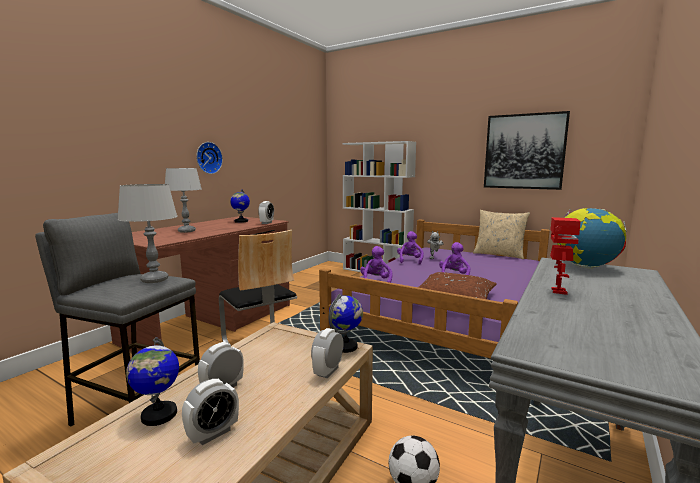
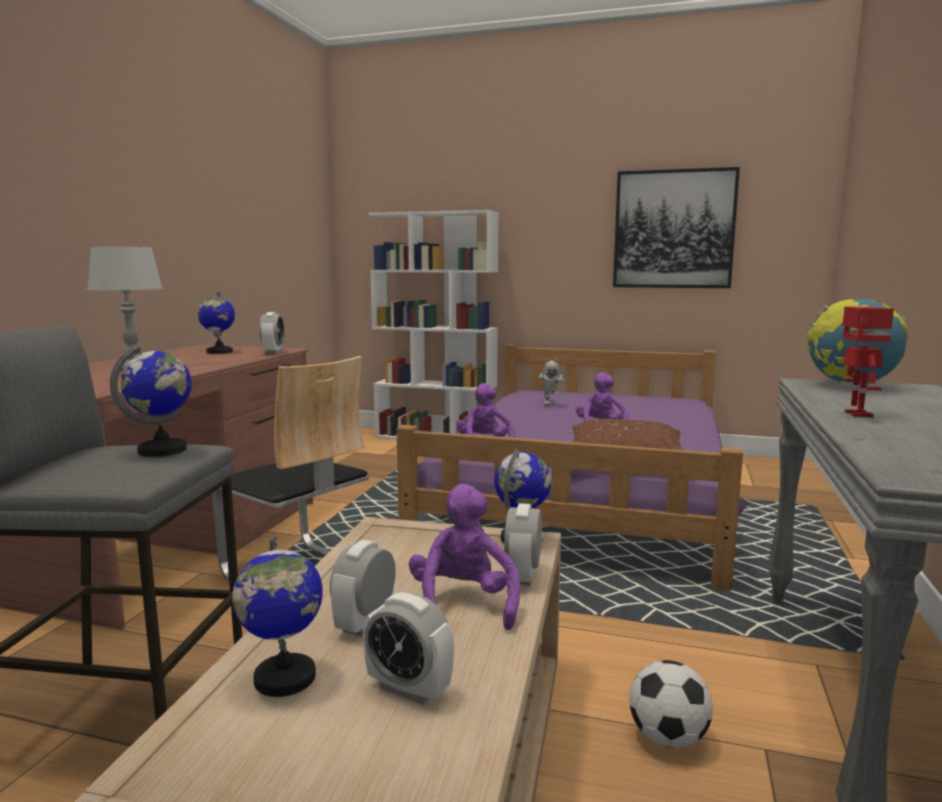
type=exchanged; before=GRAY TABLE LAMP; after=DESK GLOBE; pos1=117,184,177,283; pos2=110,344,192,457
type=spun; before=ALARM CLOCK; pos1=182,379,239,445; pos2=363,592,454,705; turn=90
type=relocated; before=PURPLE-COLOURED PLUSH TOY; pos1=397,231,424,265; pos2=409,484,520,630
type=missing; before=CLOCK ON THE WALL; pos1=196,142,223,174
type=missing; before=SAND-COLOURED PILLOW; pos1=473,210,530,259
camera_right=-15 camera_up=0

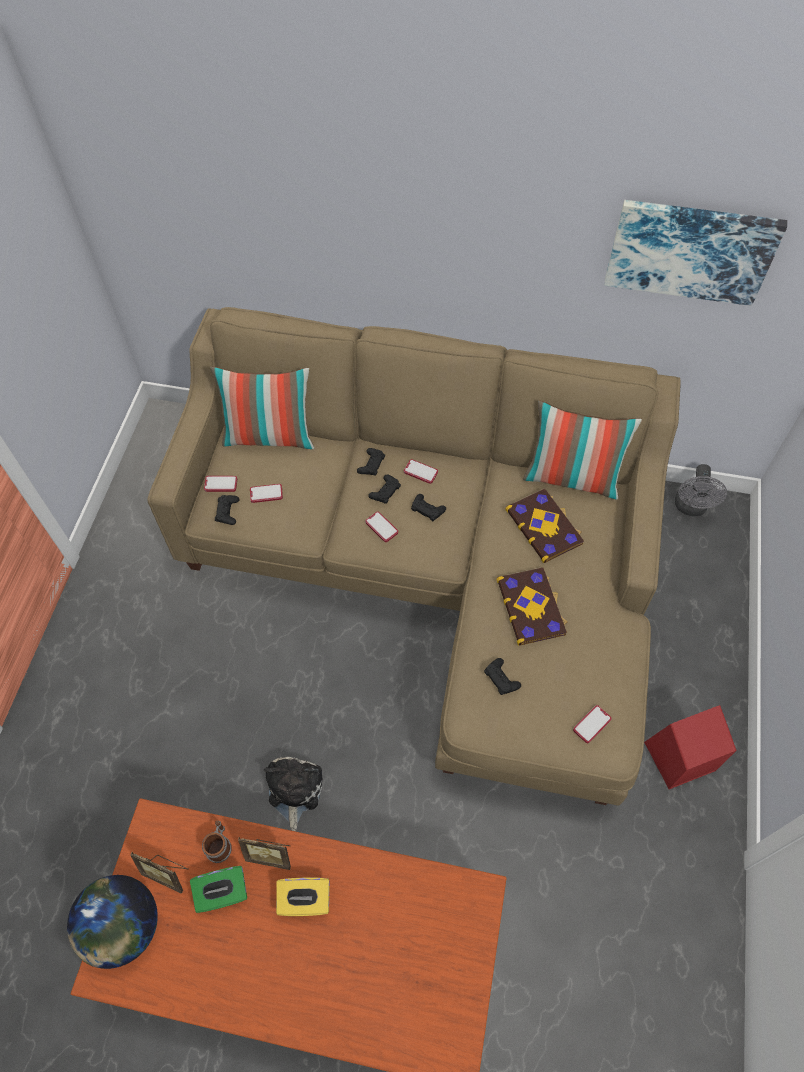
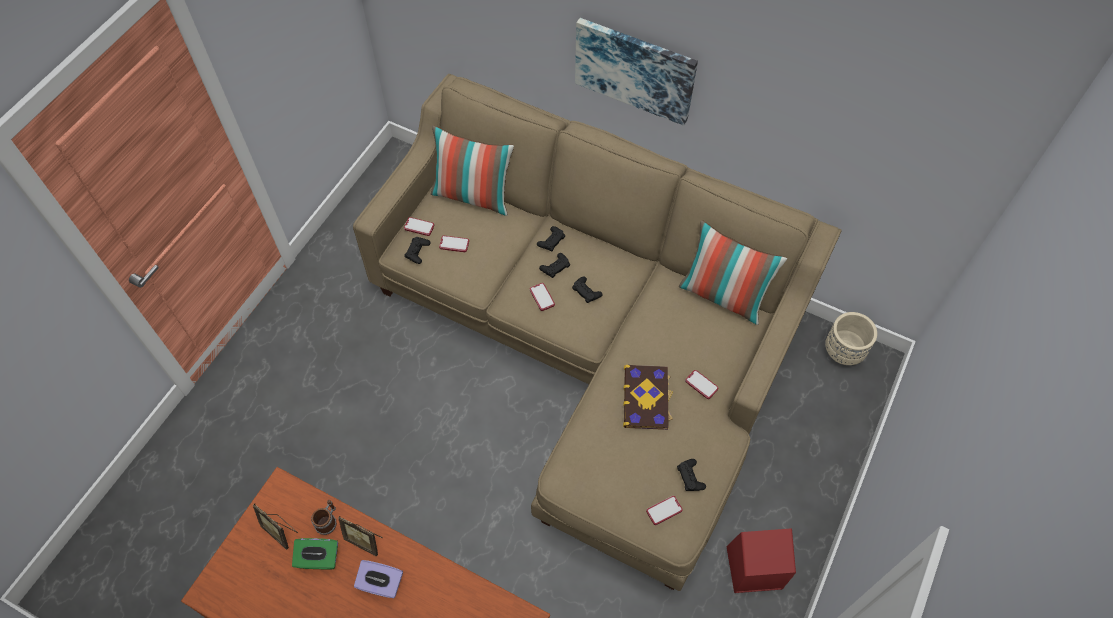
type=colour; before=YELLOW TISSUE HOLDER; after=PURPLE-COLOURED TISSUE HOLDER; pos1=276,878,330,916; pos2=354,560,403,598
type=relocated; before=PICTURE; pos1=604,200,787,306; pos2=575,18,698,126
type=relocated; before=BLACK-COLOURED GAME CONTROLLER; pos1=484,658,521,695; pos2=677,459,706,491
type=relocated; before=PHONE; pos1=404,459,438,484; pos2=685,370,718,399
type=exchanged; before=GRAY COOLING FAN; after=SAND-COLOURED PLANTER; pos1=675,464,727,516; pos2=825,312,877,365
type=missing; before=DESK GLOBE; pos1=67,875,158,969
type=missing; before=PLUSH TOY; pos1=264,757,323,831
type=missing; before=BOOK; pos1=505,488,584,563
camera_right=15 camera_up=0

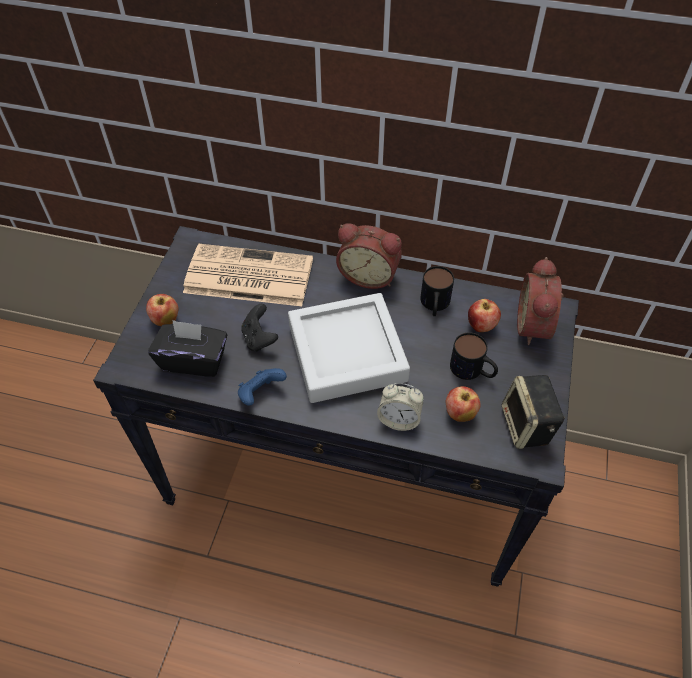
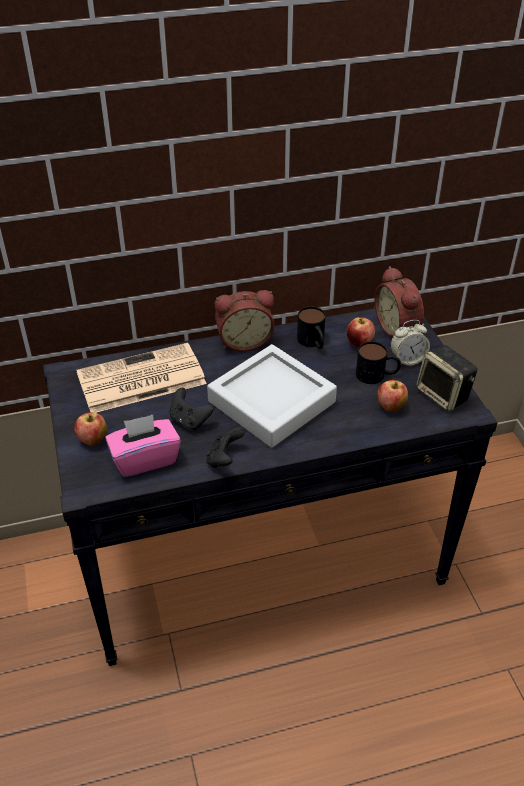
type=colour; before=BLACK-COLOURED TISSUE HOLDER; after=PINK TISSUE HOLDER; pos1=148,320,227,377; pos2=105,415,181,477
type=colour; before=BLUE GAME CONTROLLER; after=BLACK-COLOURED GAME CONTROLLER; pos1=238,368,287,406; pos2=206,427,245,468
type=relocated; before=ALARM CLOCK; pos1=377,383,424,431; pos2=390,320,430,366
camera_right=-30 camera_up=-10

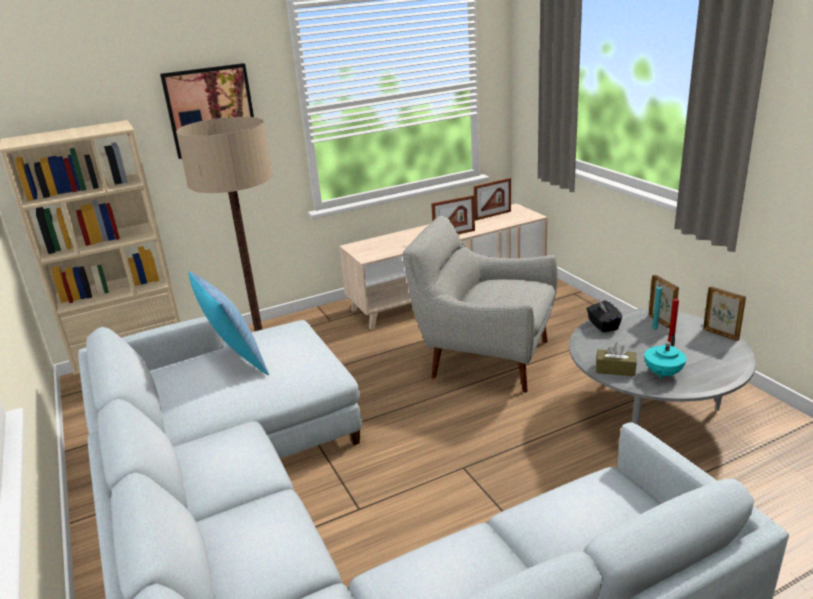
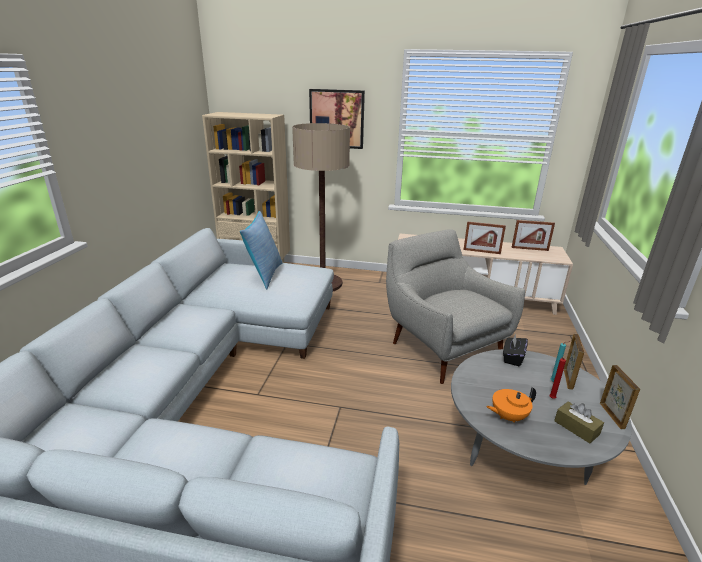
type=colour; before=TURQUOISE POT FOR TEA; after=ORANGE-COLOURED POT FOR TEA; pos1=644,335,686,379; pos2=486,387,536,423
type=relocated; before=BROWNISH TISSUE HOLDER; pos1=596,343,637,376; pos2=554,402,604,443
camera_right=35 camera_up=0

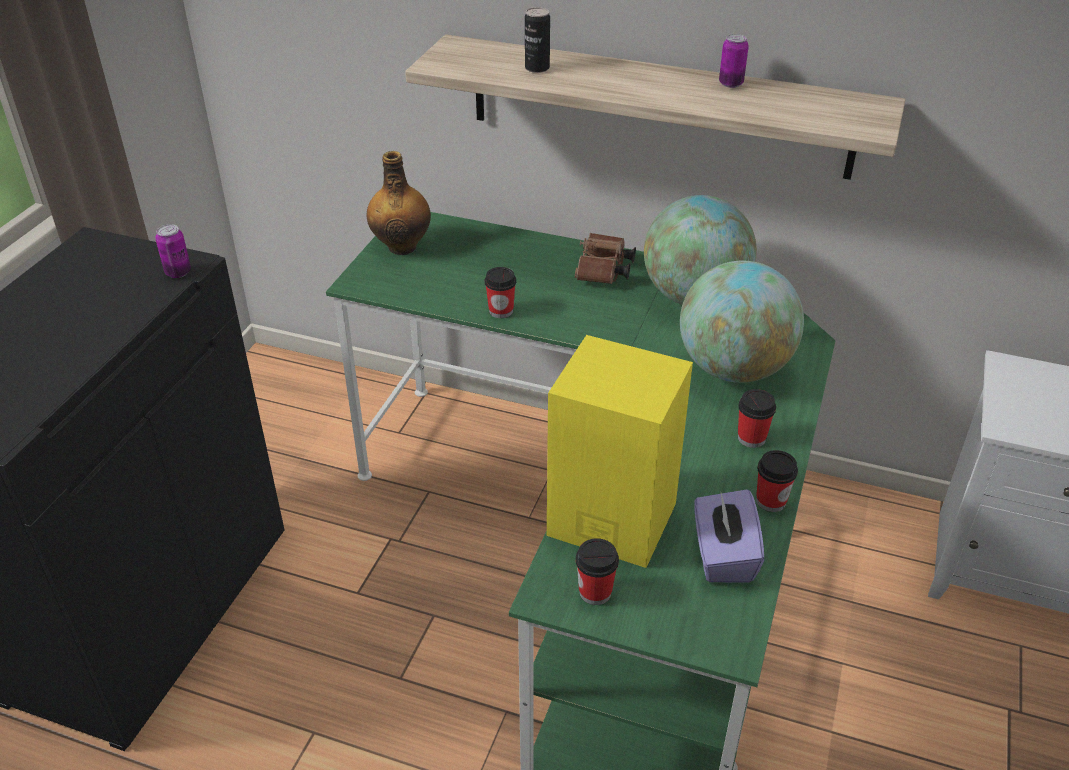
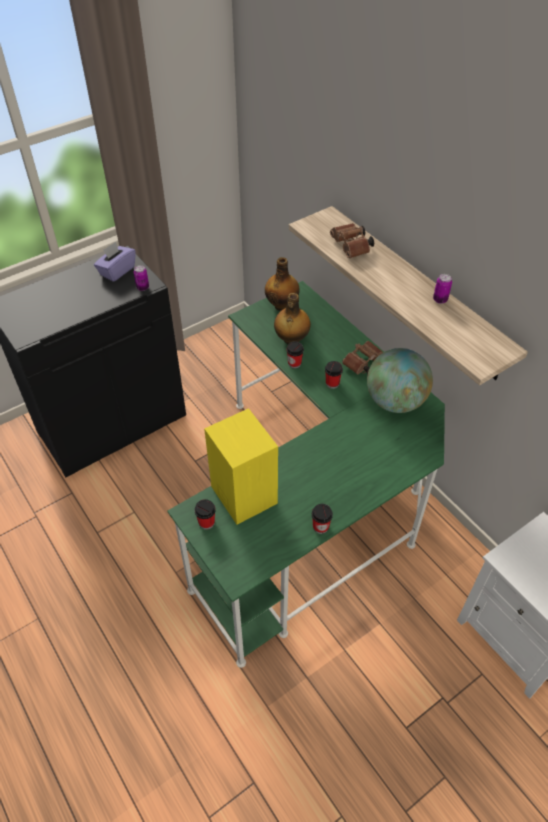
type=relocated; before=PURPLE-COLOURED TISSUE HOLDER; pos1=694,489,764,583; pos2=94,242,136,282
type=appeared; after=BOTTLE; pos2=274,293,311,344
type=relocated; before=DRINKING CUP; pos1=738,389,776,448; pos2=325,361,343,389
type=exchanged; before=CAN; after=BROWNISH FIELD GLASSES; pos1=525,7,550,73; pos2=330,223,374,258
type=missing; before=DESK GLOBE; pos1=680,261,804,383
camera_right=35 camera_up=10

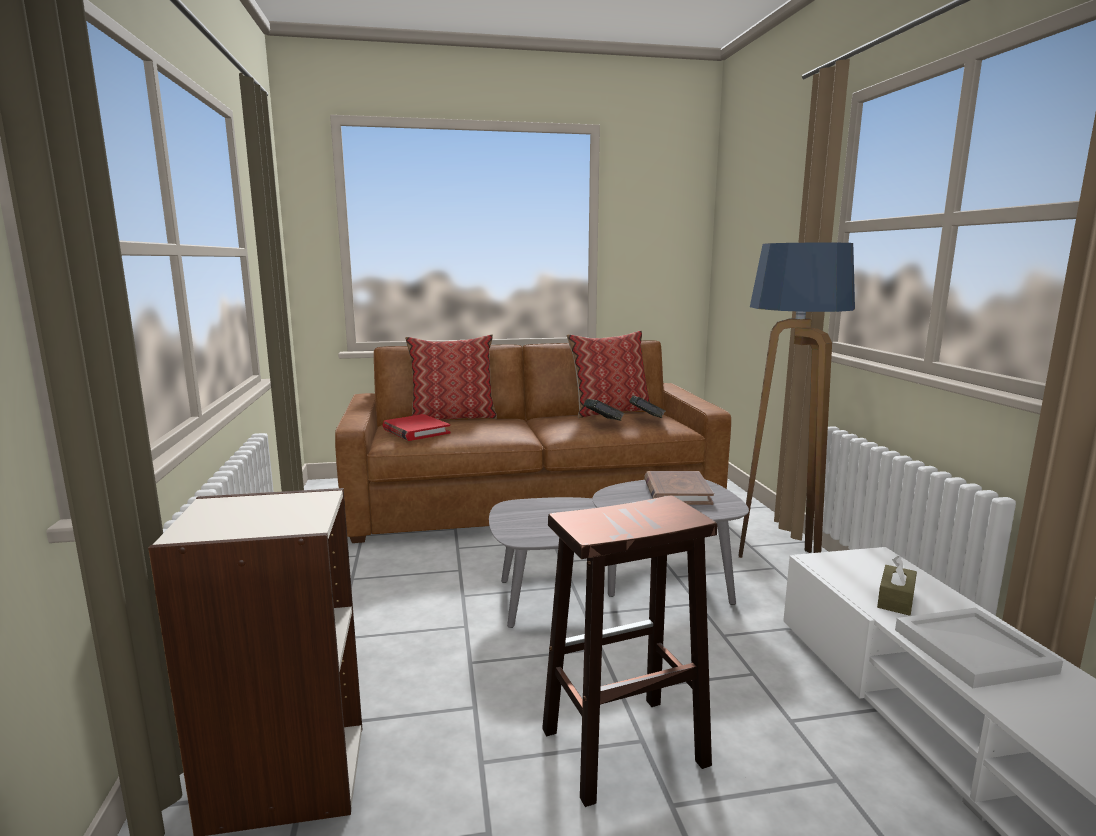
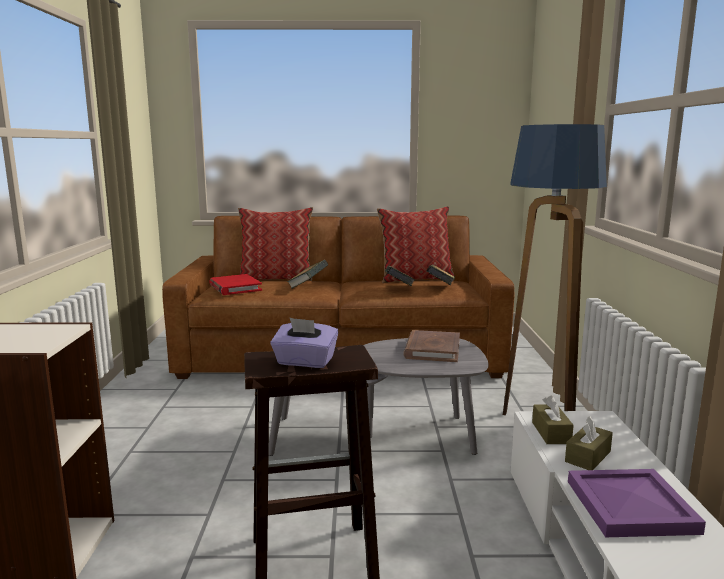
type=appeared; after=PURPLE-COLOURED TISSUE HOLDER; pos2=270,318,339,368
type=appeared; after=BOOK; pos2=287,260,328,289
type=appeared; after=BROWNISH TISSUE HOLDER; pos2=532,395,574,444
type=colour; before=WHITISH CARRYING TRAY; after=PURPLE-COLOURED CARRYING TRAY; pos1=895,608,1063,688; pos2=568,469,706,537
camera_right=10 camera_up=0

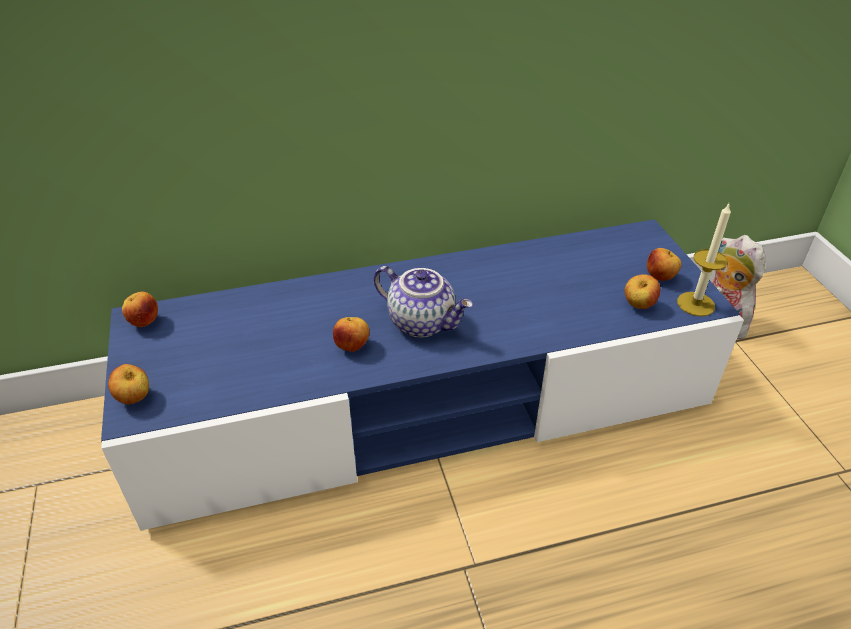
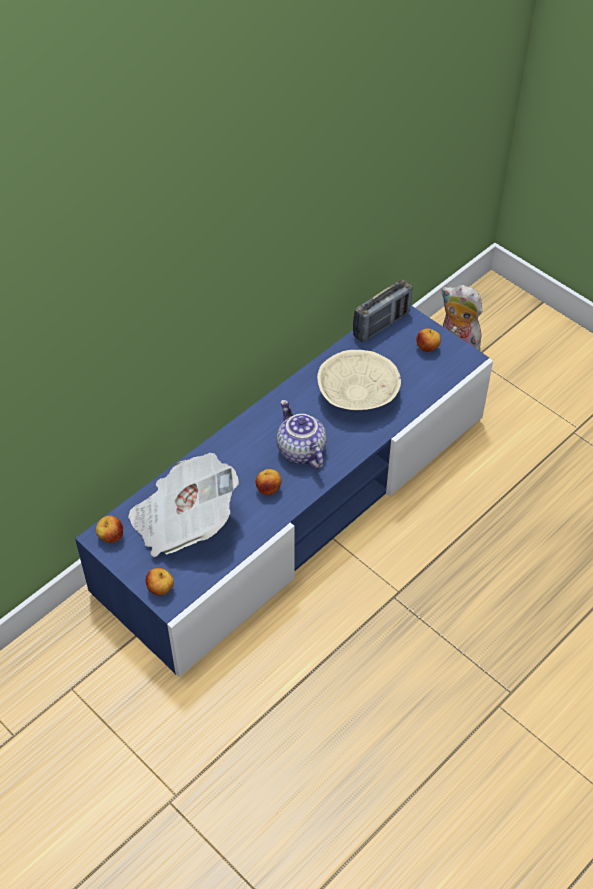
type=appeared; after=DAILY PAPER; pos2=128,453,239,557
type=spun; before=POT FOR TEA; pos1=373,266,473,337; pos2=277,400,327,469; turn=-120
type=appeared; after=SAND-COLOURED SERVING BOWL; pos2=317,350,401,410
type=appeared; after=RADIO; pos2=353,279,412,343
type=missing; before=APPLE; pos1=624,274,660,309
type=missing; before=CANDLE; pos1=677,204,731,316
camera_right=-30 camera_up=10

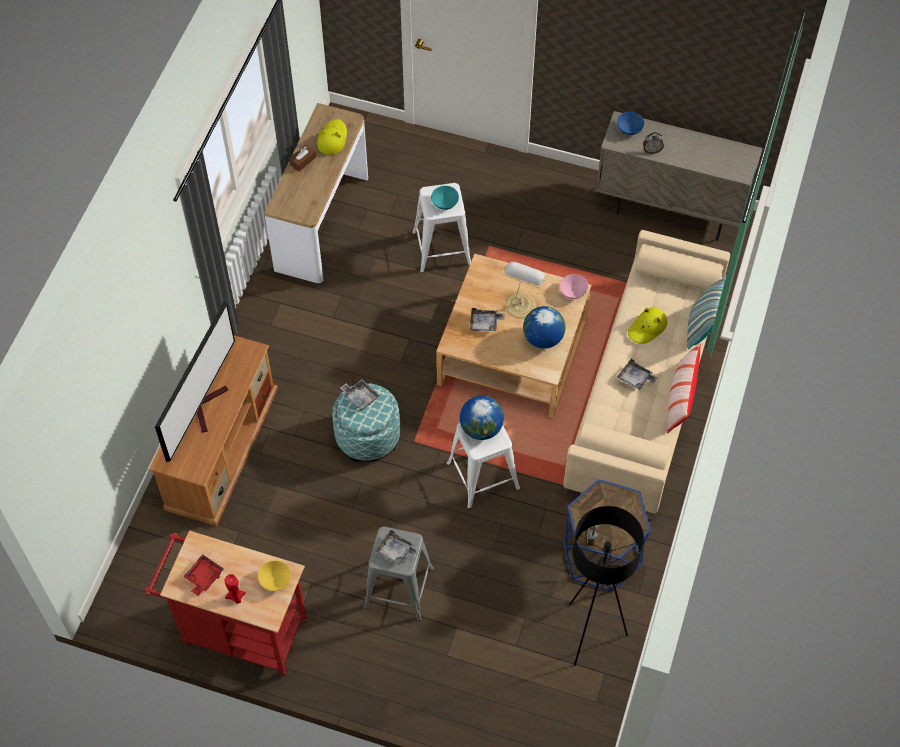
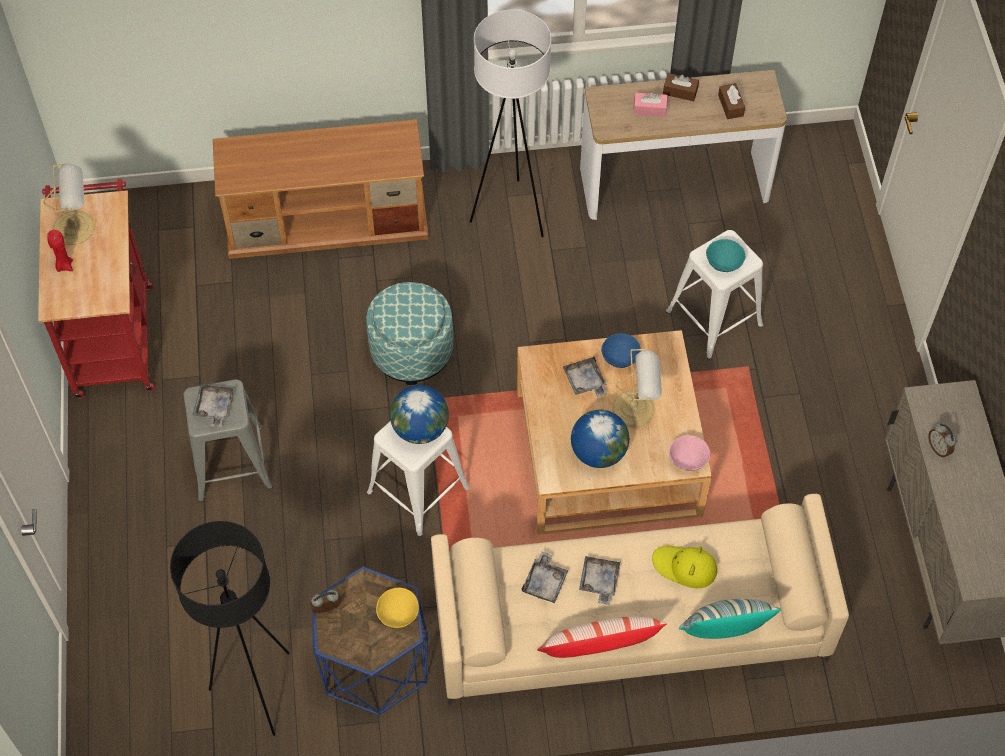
type=exchanged; before=RED-COLOURED CARRYING TRAY; after=TABLE LAMP; pos1=183,554,224,596; pos2=43,163,95,245
type=relocated; before=YELLOW SERVING BOWL; pos1=258,560,291,591; pos2=376,588,419,628
type=appeared; after=WHITISH STANDING LAMP; pos2=470,10,551,237
type=relocated; before=GRAY CARRYING TRAY; pos1=340,379,379,411; pos2=521,552,568,603
type=relocated; before=BLUE SERVING BOWL; pos1=617,112,644,135; pos2=601,333,641,368
type=appeared; after=PINK TISSUE HOLDER; pos2=633,92,668,117
type=exchanged; before=YELLOW HAT; after=BROWNISH TISSUE HOLDER; pos1=317,119,347,155; pos2=718,83,745,119
type=missing; before=TV SET; pos1=155,301,235,462
camera_right=65 camera_up=0

